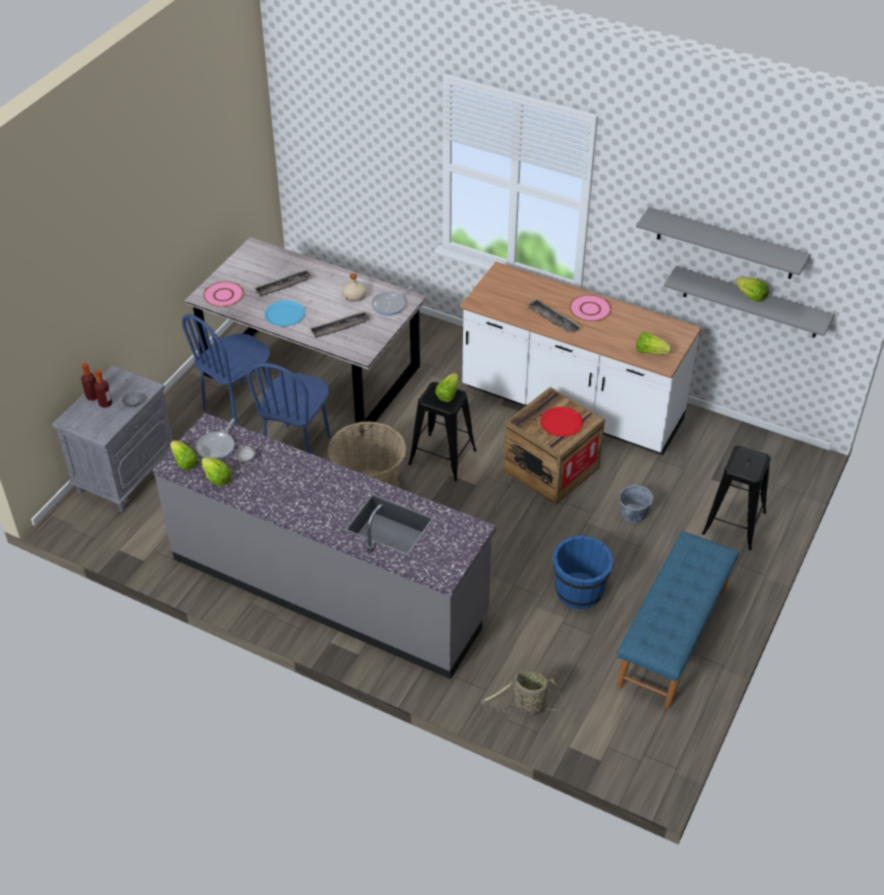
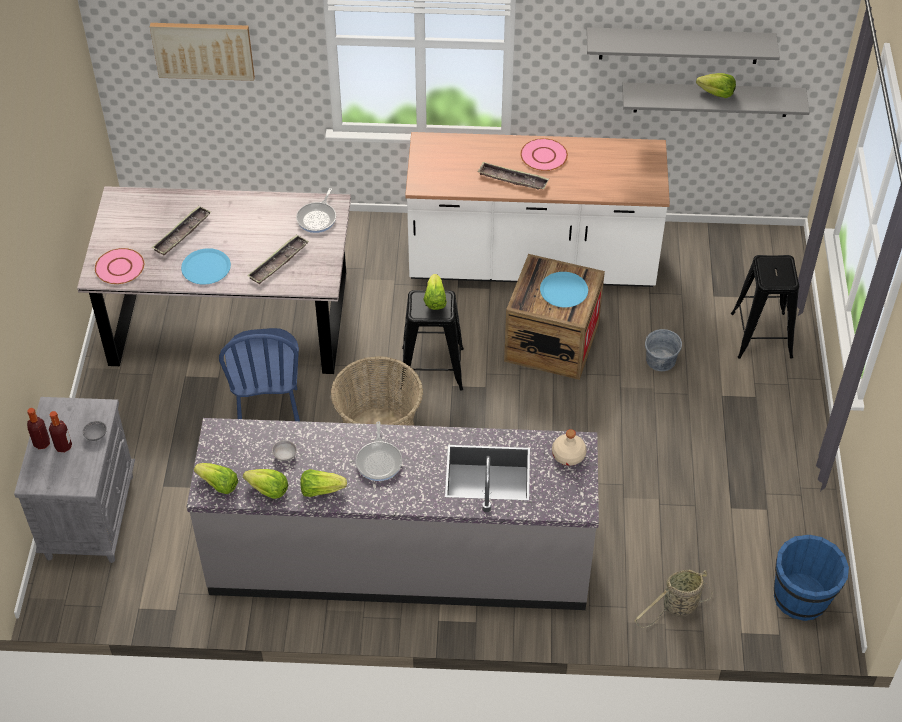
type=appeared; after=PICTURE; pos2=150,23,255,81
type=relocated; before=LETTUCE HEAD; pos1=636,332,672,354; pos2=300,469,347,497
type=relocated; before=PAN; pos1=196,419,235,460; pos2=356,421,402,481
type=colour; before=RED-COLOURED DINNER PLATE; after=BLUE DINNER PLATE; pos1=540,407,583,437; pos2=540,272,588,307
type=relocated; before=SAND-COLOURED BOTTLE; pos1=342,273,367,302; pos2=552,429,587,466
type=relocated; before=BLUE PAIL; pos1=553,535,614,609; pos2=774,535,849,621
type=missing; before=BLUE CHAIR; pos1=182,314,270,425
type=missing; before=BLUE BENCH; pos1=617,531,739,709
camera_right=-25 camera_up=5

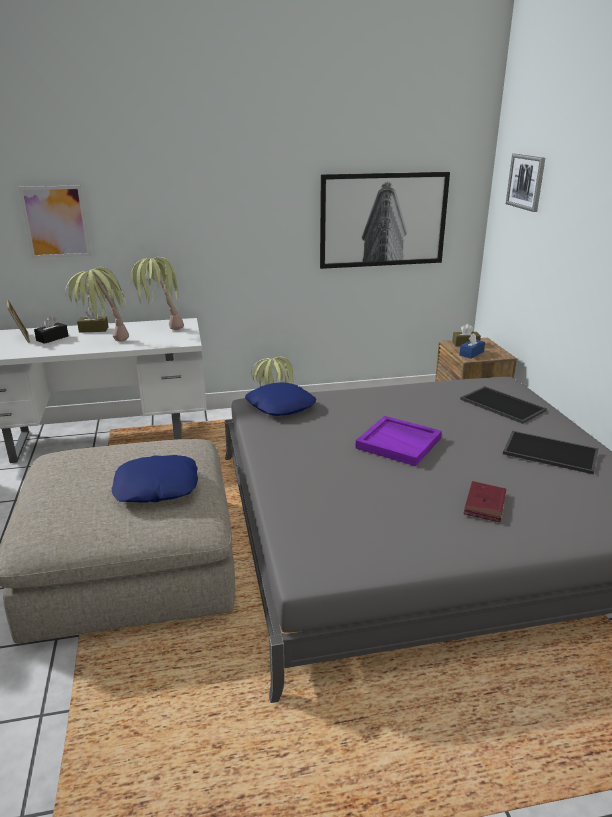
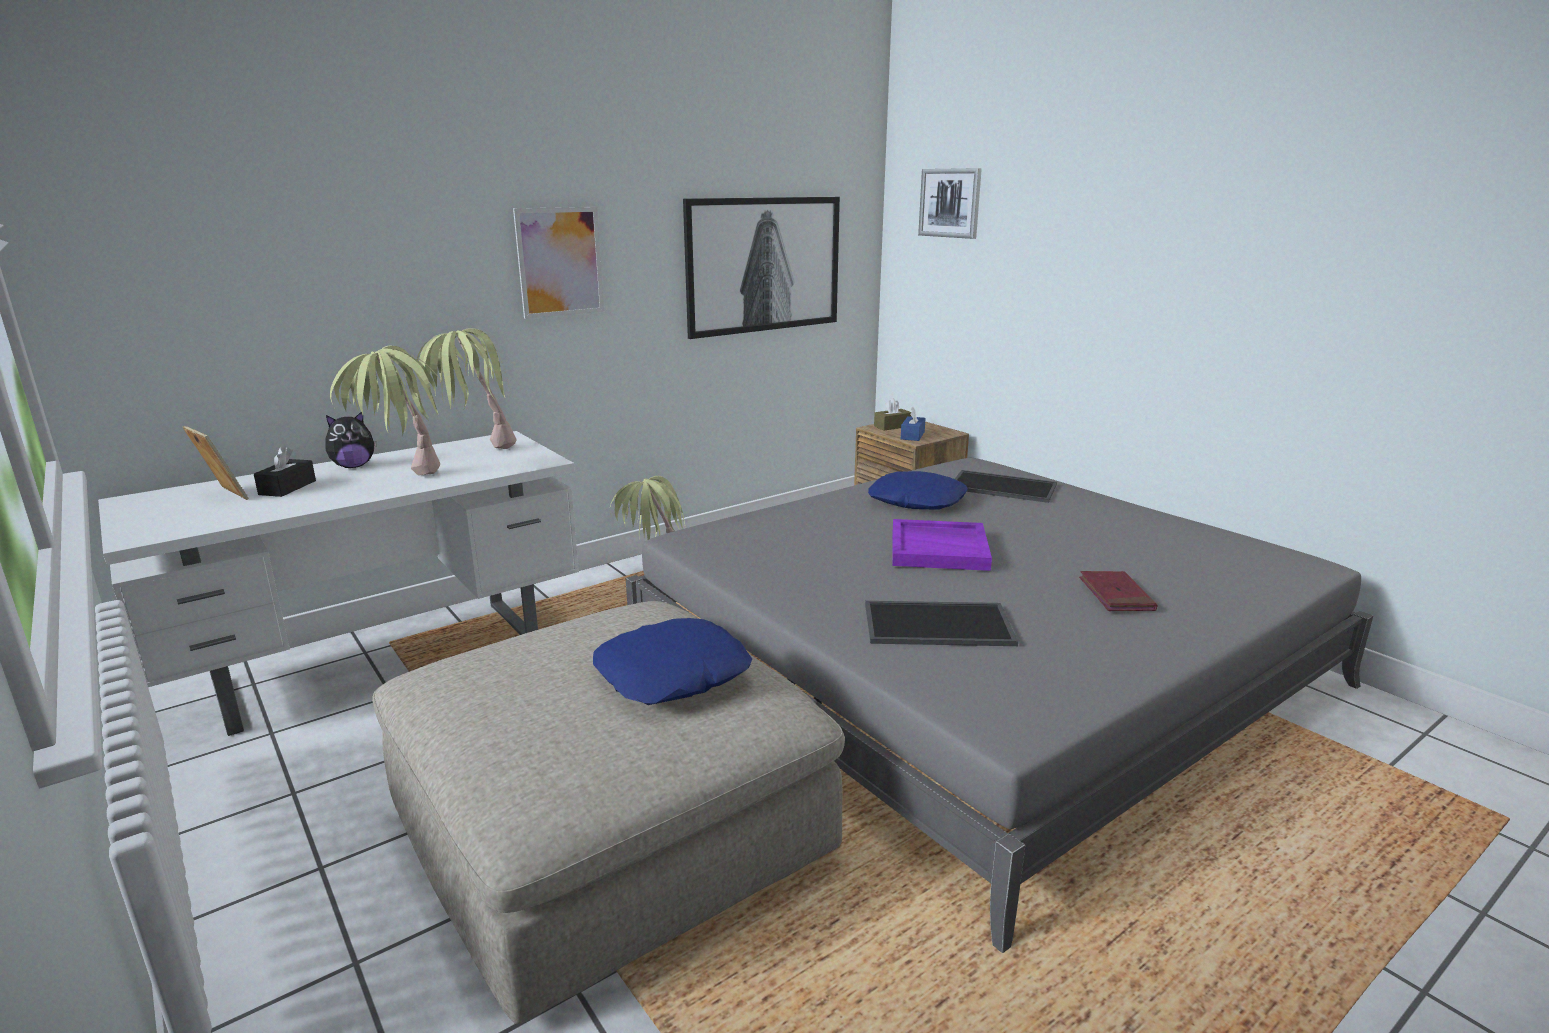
type=exchanged; before=BROWNISH TISSUE HOLDER; after=PLUSH TOY; pos1=77,308,108,333; pos2=325,412,376,468
type=relocated; before=PICTURE; pos1=19,185,91,258; pos2=513,207,604,319
type=relocated; before=CARRYING TRAY; pos1=503,431,598,474; pos2=865,601,1018,646
type=relocated; before=BLUE PILLOW; pos1=245,382,316,416; pos2=868,471,968,510
camera_right=-25 camera_up=-5

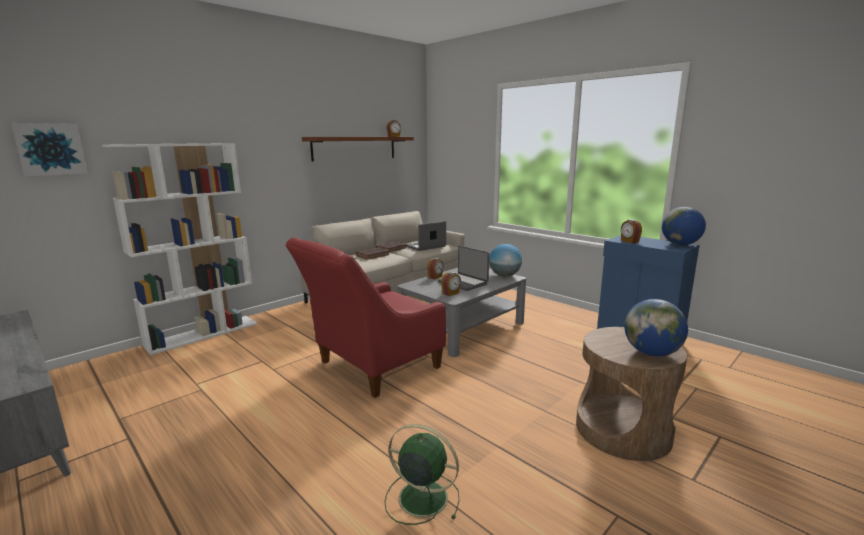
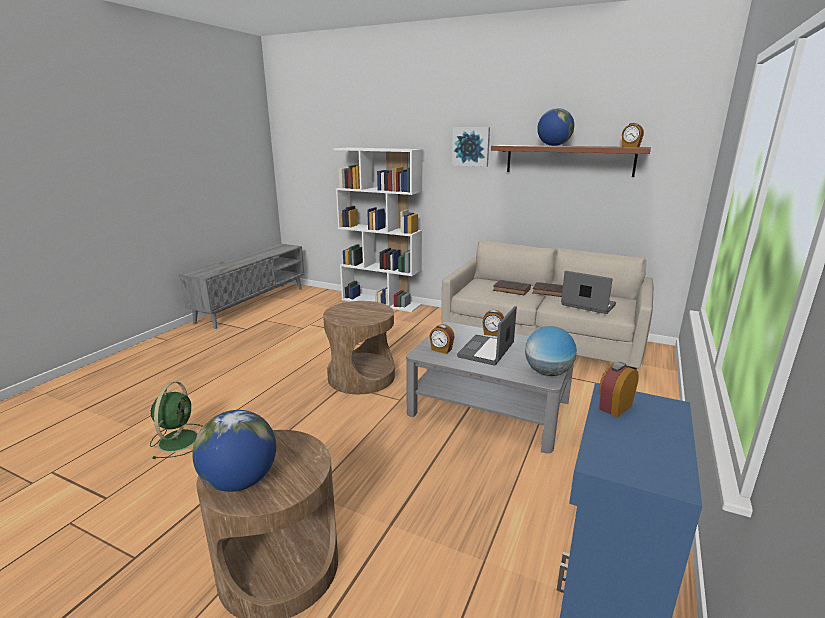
type=exchanged; before=RED-COLOURED LOUNGE CHAIR; after=BROWNISH SIDE TABLE; pos1=286,238,446,398; pos2=323,301,395,394
type=relocated; before=PICTURE; pos1=11,123,88,176; pos2=452,127,490,167
type=relocated; before=DESK GLOBE; pos1=662,207,706,245; pos2=537,108,574,146
camera_right=70 camera_up=5

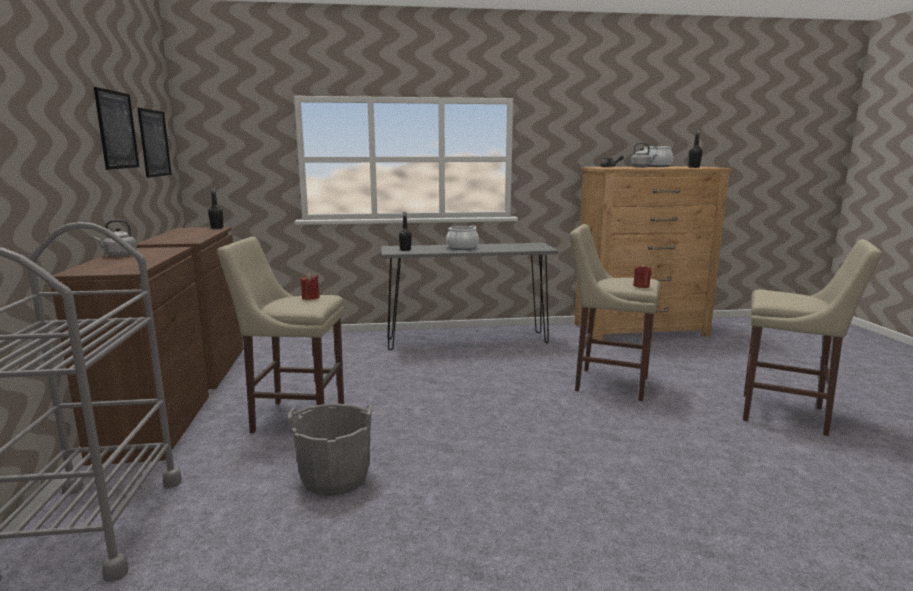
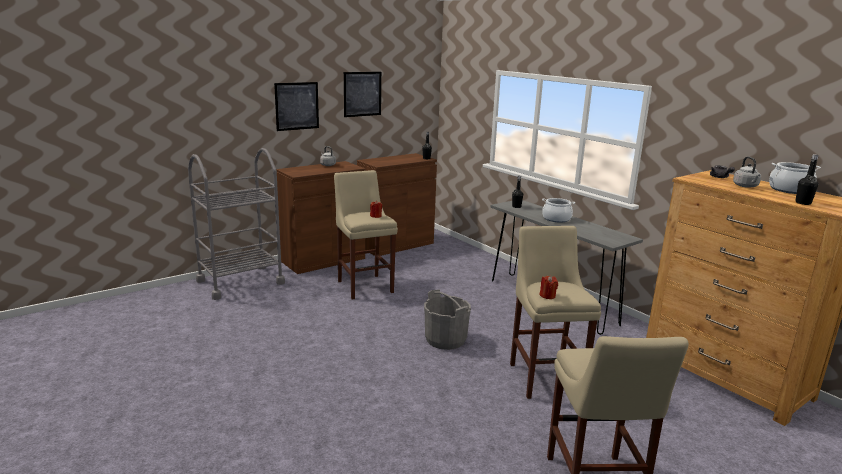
type=relocated; before=PICTURE; pos1=137,108,172,178; pos2=274,82,319,131
type=relocated; before=GRAY PAIL; pos1=288,403,372,496; pos2=424,290,471,350
camera_right=60 camera_up=5

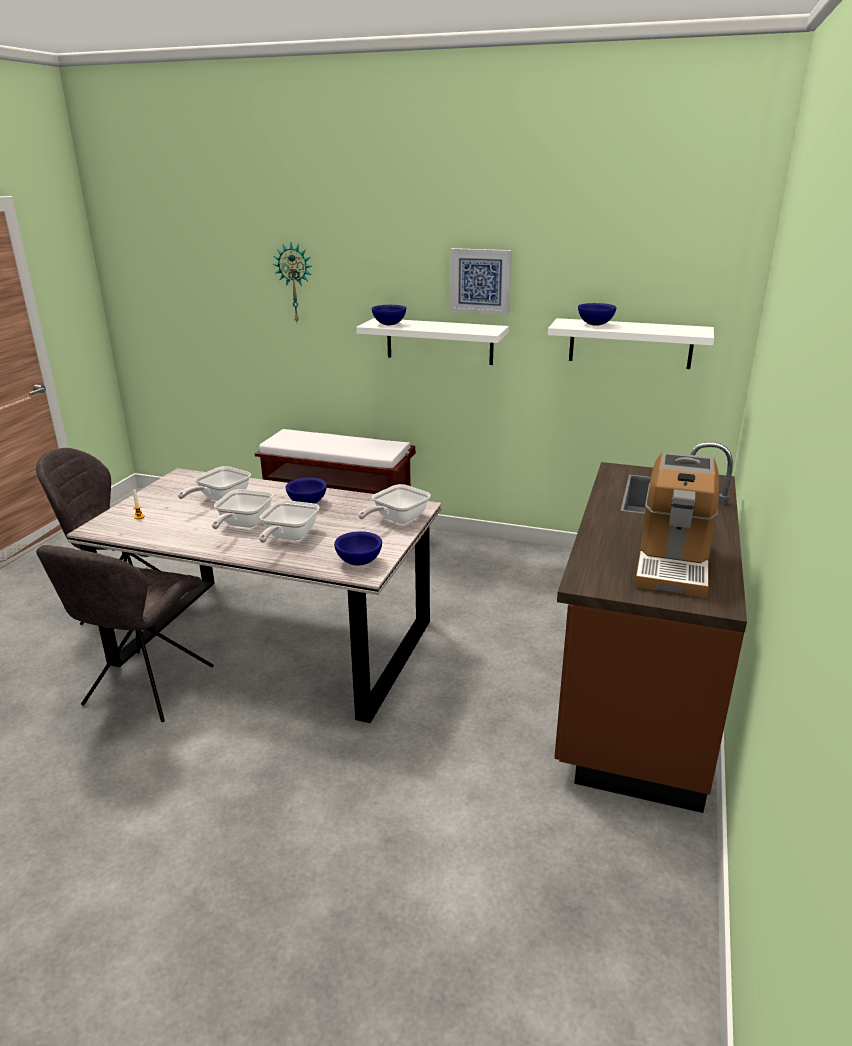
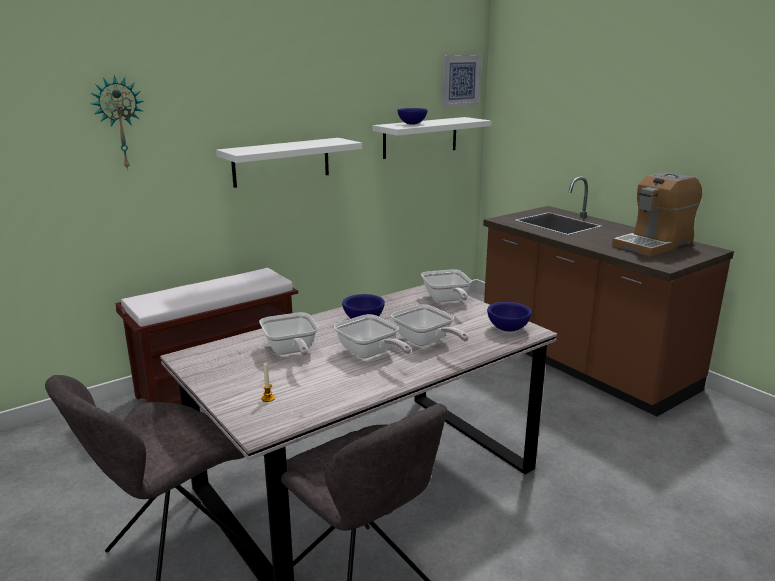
type=relocated; before=PICTURE; pos1=450,248,512,314; pos2=442,55,482,107
type=spun; before=COFFEE BREWER; pos1=635,452,719,598; pos2=612,172,702,257; turn=90
type=missing; before=BLUE SERVING BOWL; pos1=372,305,406,325
camera_right=-55 camera_up=-5

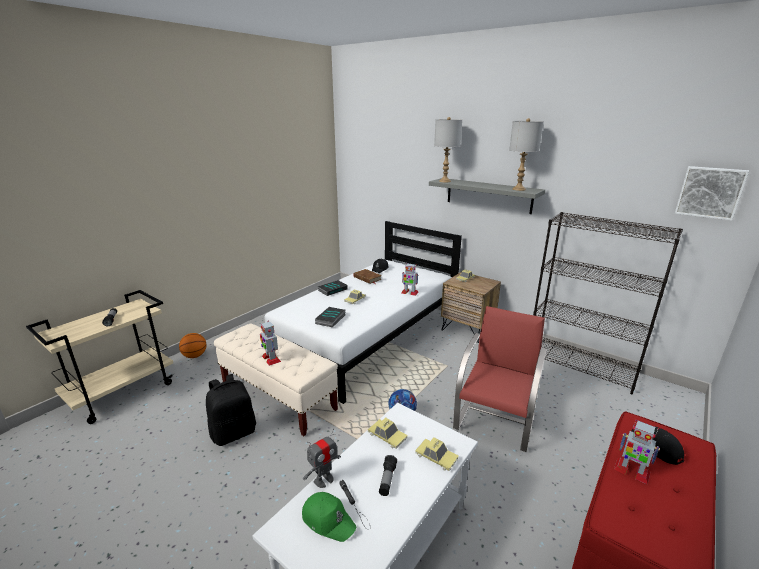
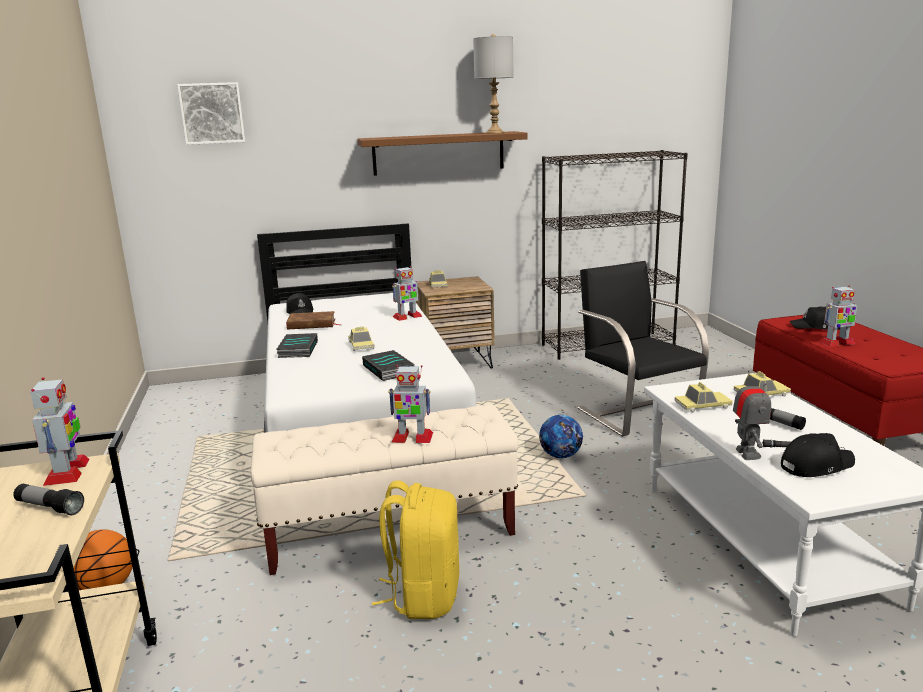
type=appeared; after=MODEL ROBOT; pos2=30,377,89,486
type=relocated; before=PICTURE; pos1=675,166,749,221; pos2=177,82,245,145
type=colour; before=GRAY BRACKET SHELF; after=BROWNISH BRACKET SHELF; pos1=429,178,545,214; pos2=357,131,528,176
type=colour; before=BLACK-COLOURED KNAPSACK; after=YELLOW KNAPSACK; pos1=206,374,256,446; pos2=372,481,459,619
type=colour; before=RED-COLOURED CHAIR; after=BLACK-COLOURED CHAIR; pos1=453,306,547,452; pos2=578,261,709,437
type=colour; before=GREEN-COLOURED PEAKED CAP; after=BLACK-COLOURED PEAKED CAP; pos1=302,492,356,542; pos2=781,433,855,477
type=missing; before=GRAY TABLE LAMP; pos1=434,117,462,182
camera_right=-50 camera_up=-5

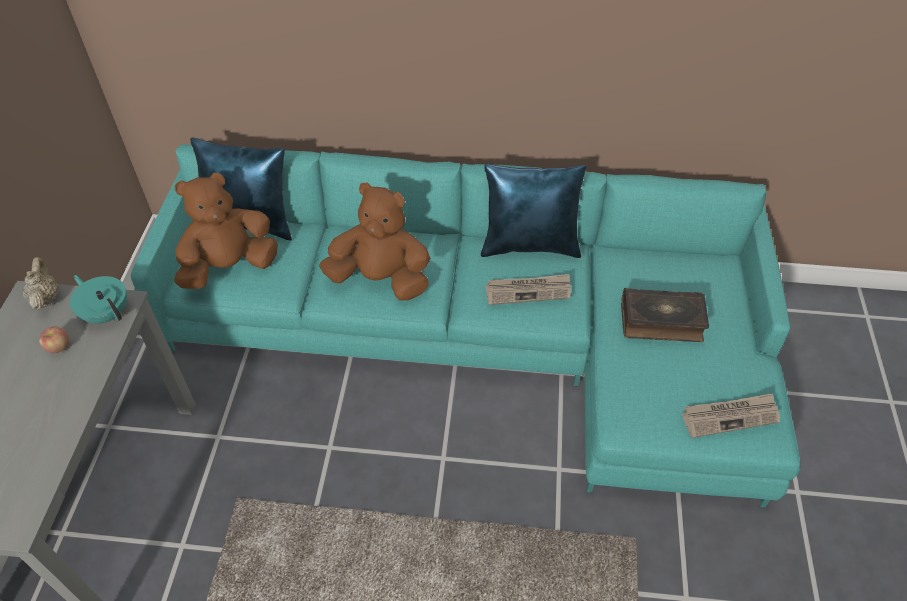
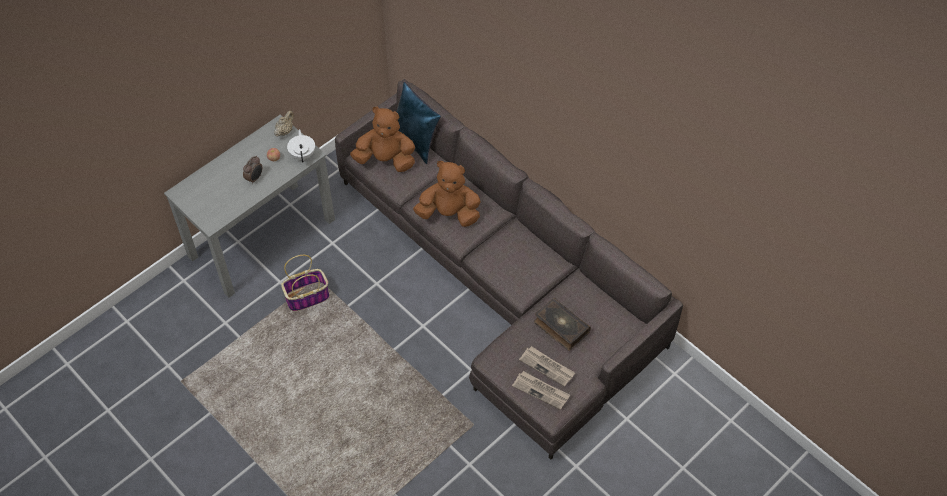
type=appeared; after=ALARM CLOCK; pos2=243,156,262,184
type=appeared; after=STORAGE BASKET; pos2=281,255,330,311
type=colour; before=TURQUOISE POT FOR TEA; after=WHITISH POT FOR TEA; pos1=70,275,127,323; pos2=287,129,315,163
type=colour; before=TURQUOISE SOFA; after=GRAY SOFA; pos1=131,144,801,508; pos2=335,79,683,460
type=spun; before=BROWNISH PLUSH TOY; pos1=319,183,430,300; pos2=413,161,481,227; turn=-45
type=relocated; before=DAILY PAPER; pos1=486,274,571,305; pos2=519,346,575,387
type=missing; before=BLUE PILLOW; pos1=481,164,586,258
camera_right=40 camera_up=5

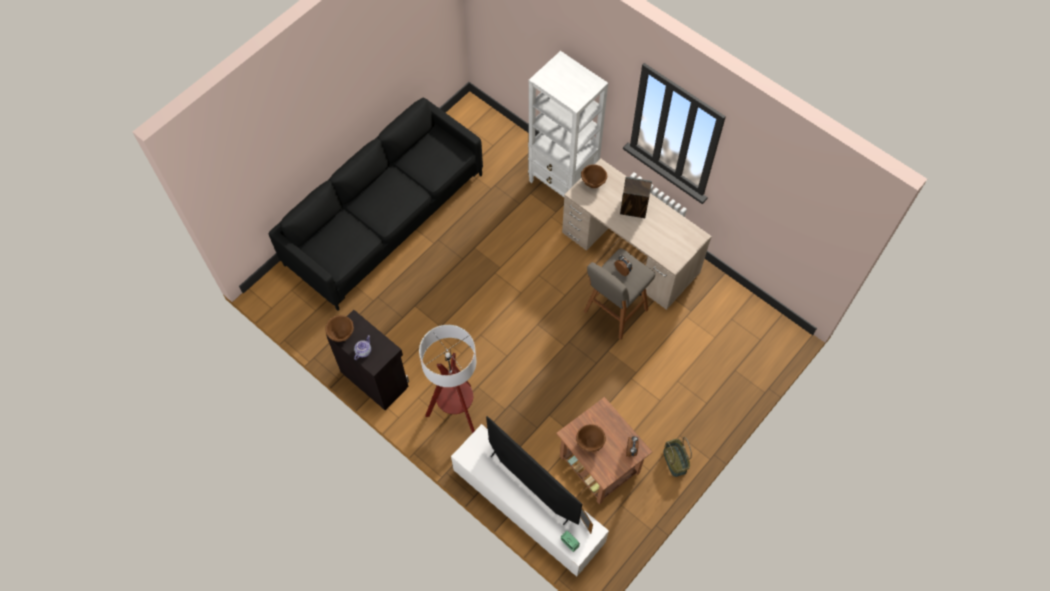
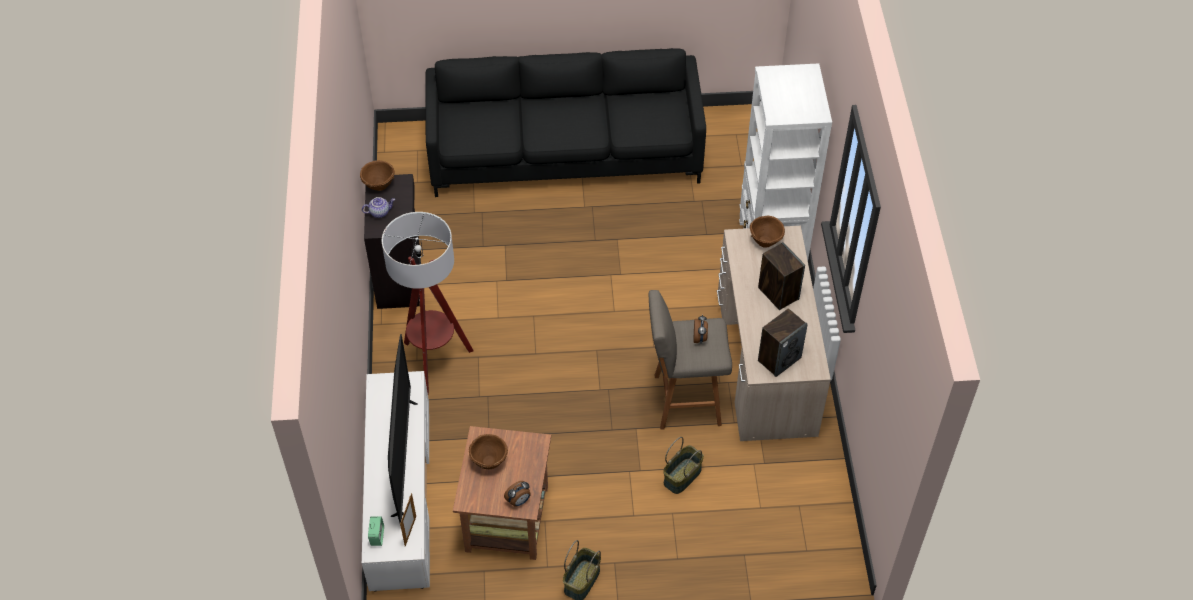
type=appeared; after=STORAGE BASKET; pos2=663,437,704,494
type=appeared; after=AUDIO SPEAKER; pos2=758,308,808,377
camera_right=45 camera_up=-10

